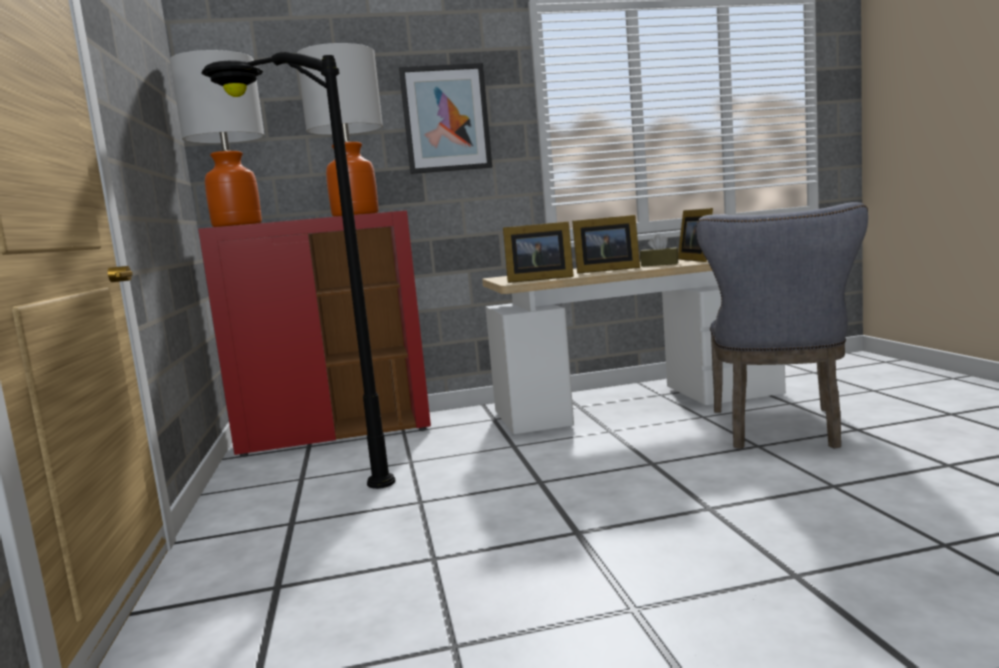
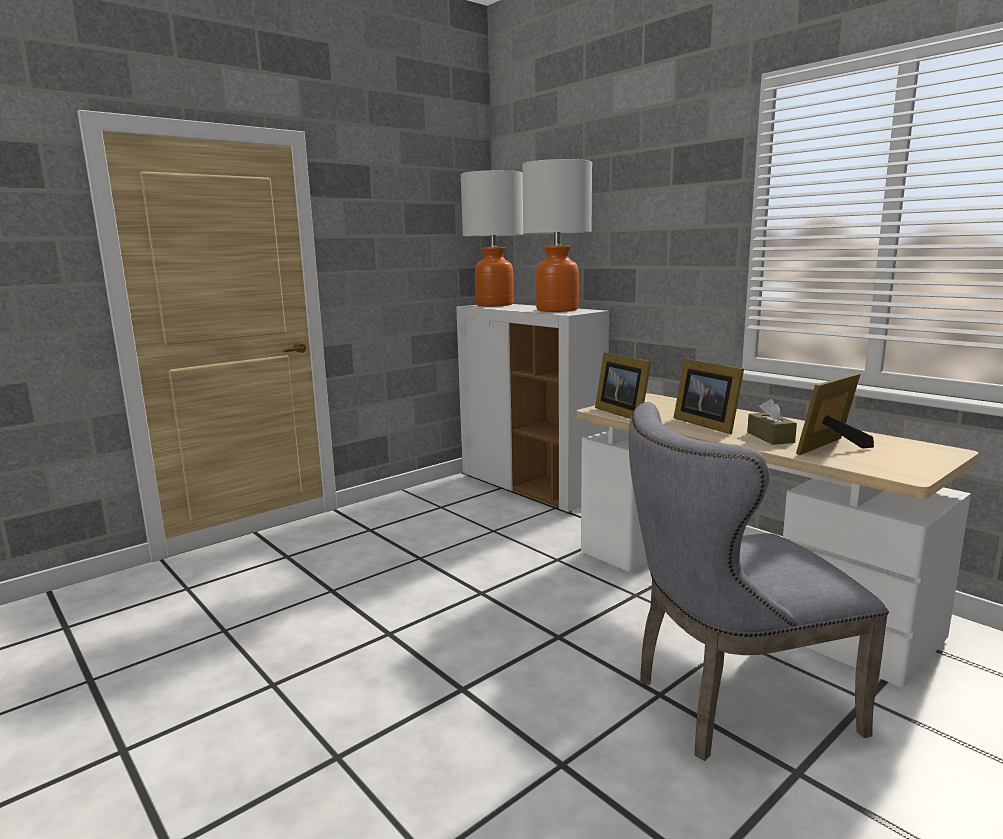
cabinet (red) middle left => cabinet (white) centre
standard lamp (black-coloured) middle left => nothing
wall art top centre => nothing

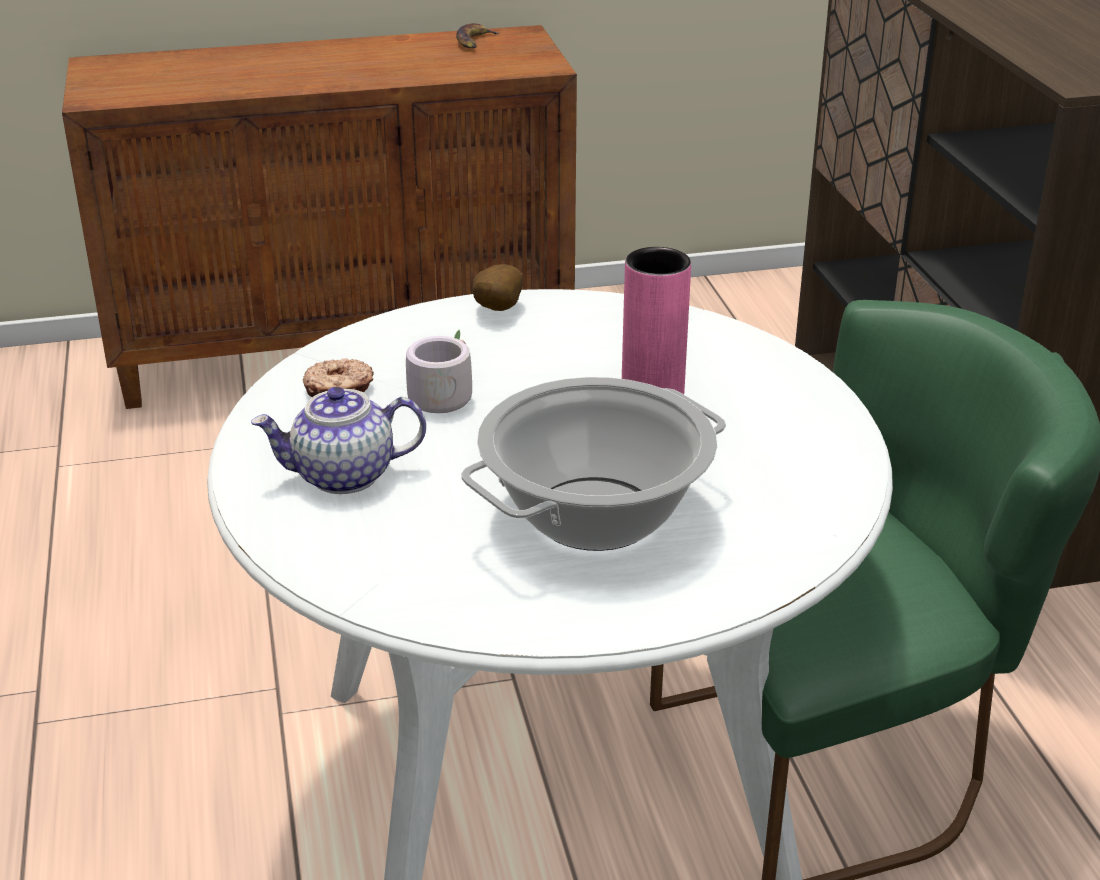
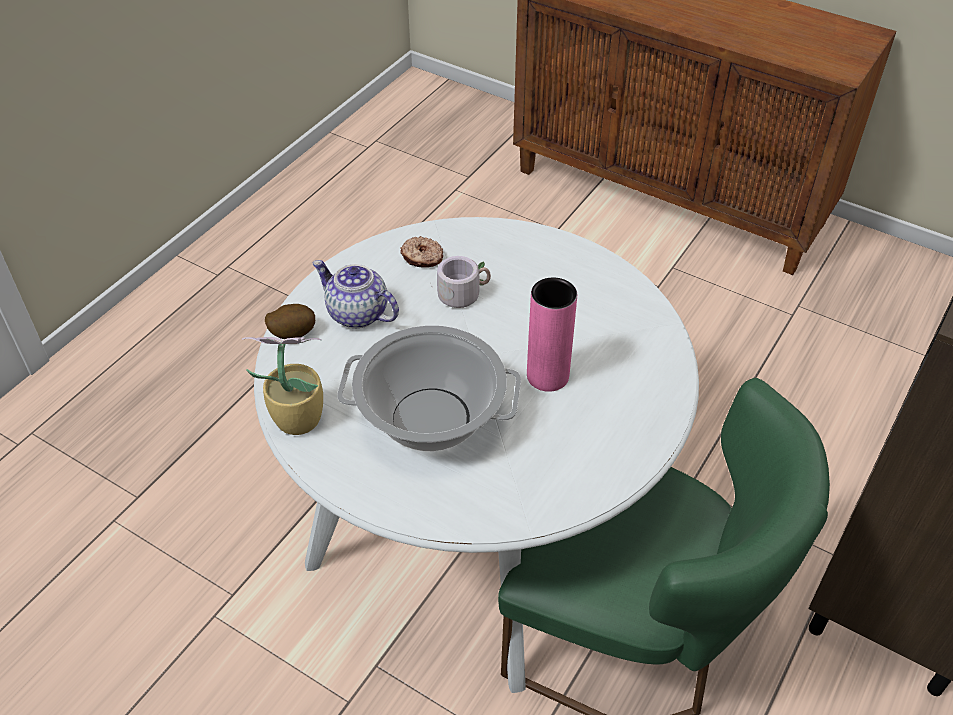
banana fruit top centre => nothing
potato top centre => potato middle left, shifted
nothing => plant in a pot middle left

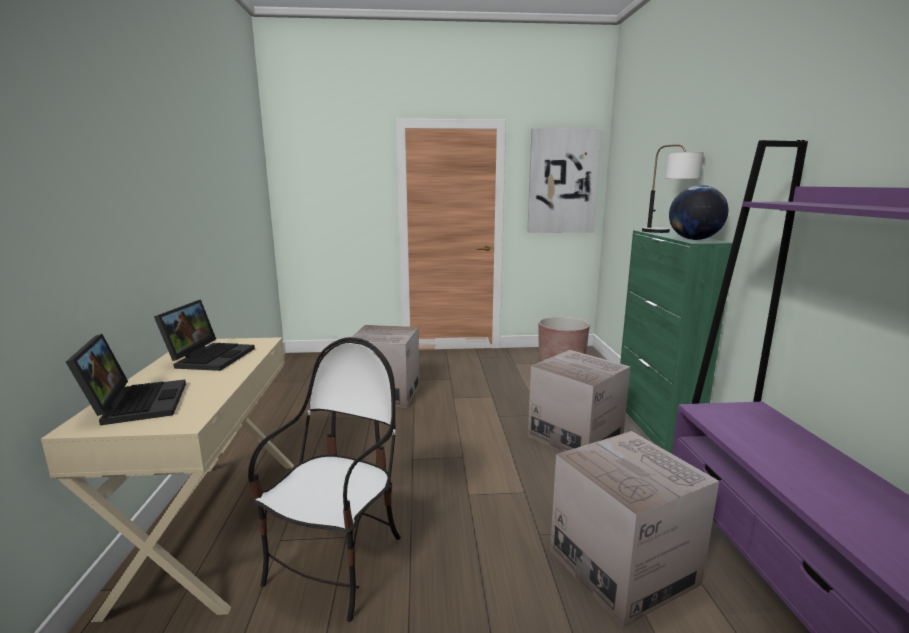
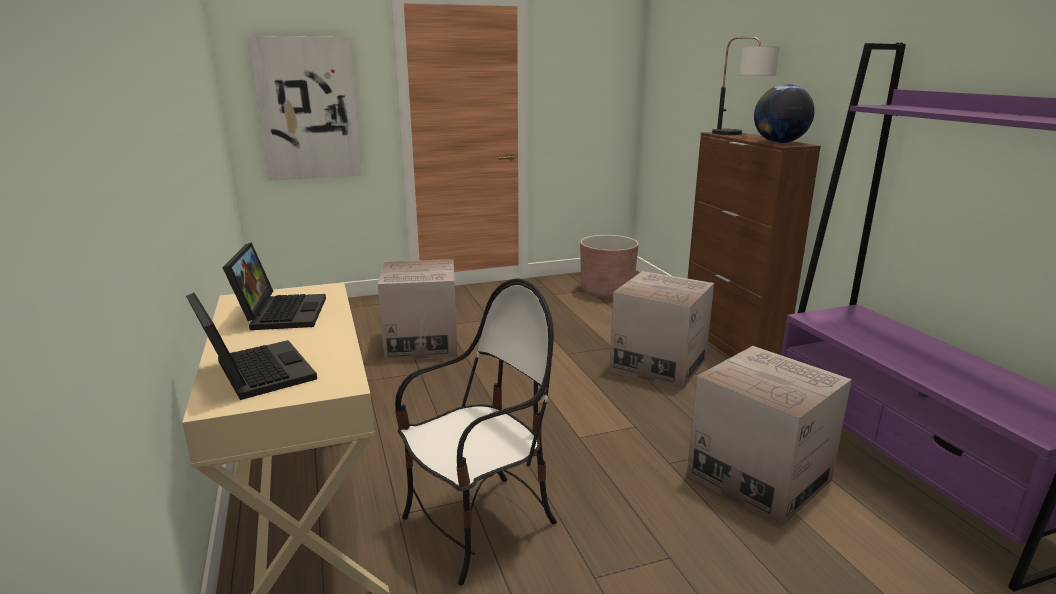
plain chair bottom centre, 45 degrees clockwise
wall art top centre => wall art top left, shifted
cabinet (green-coloured) middle right => cabinet (brown-coloured) middle right

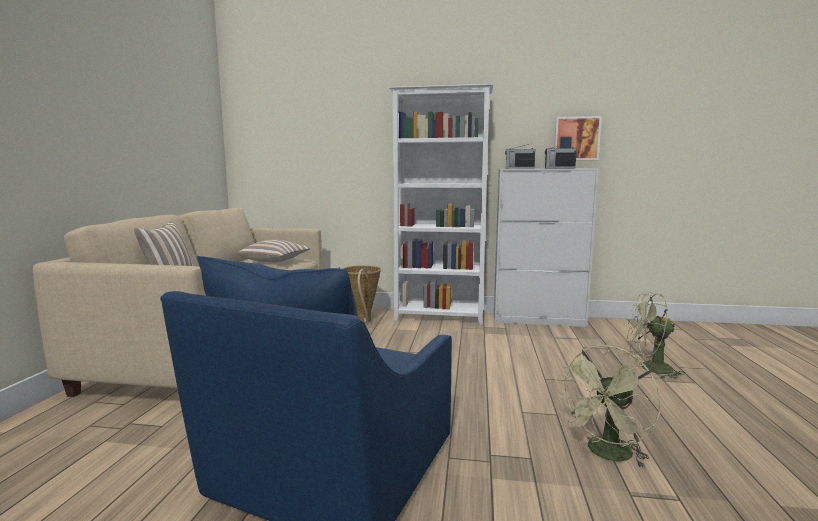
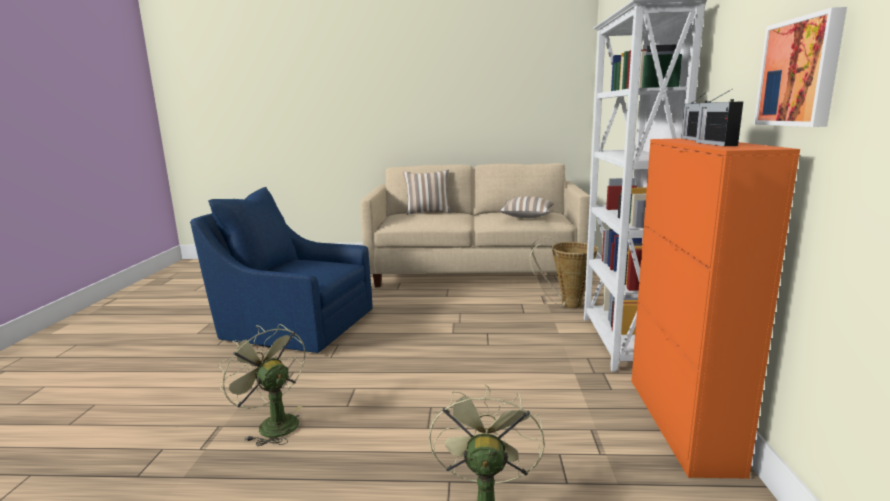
cabinet (white) middle right => cabinet (orange-coloured) middle right

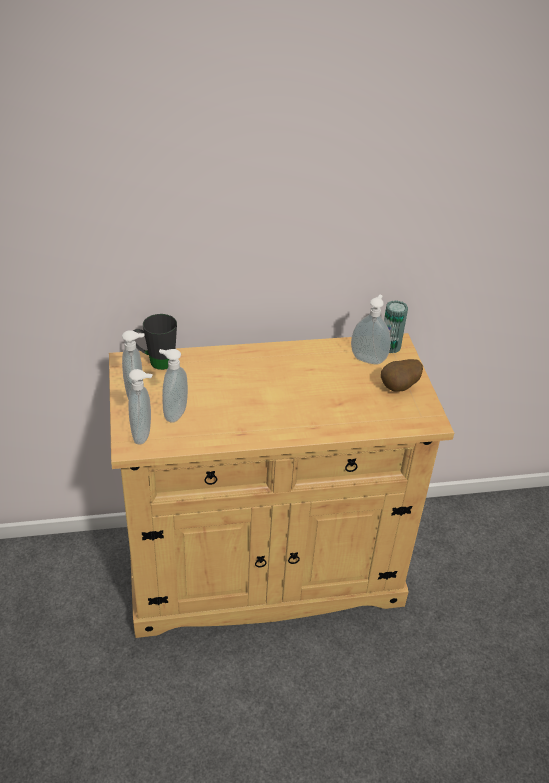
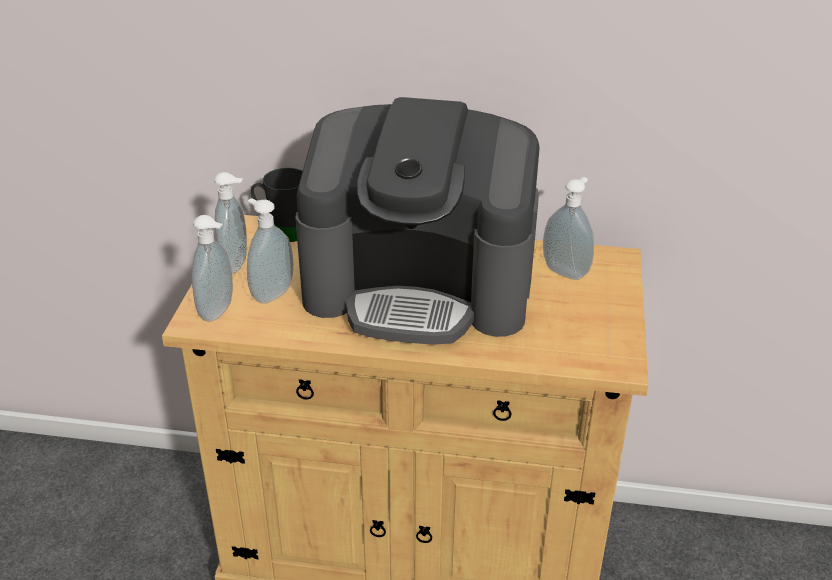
potato middle right => nothing
sealed can middle right => nothing
nothing => coffee machine centre

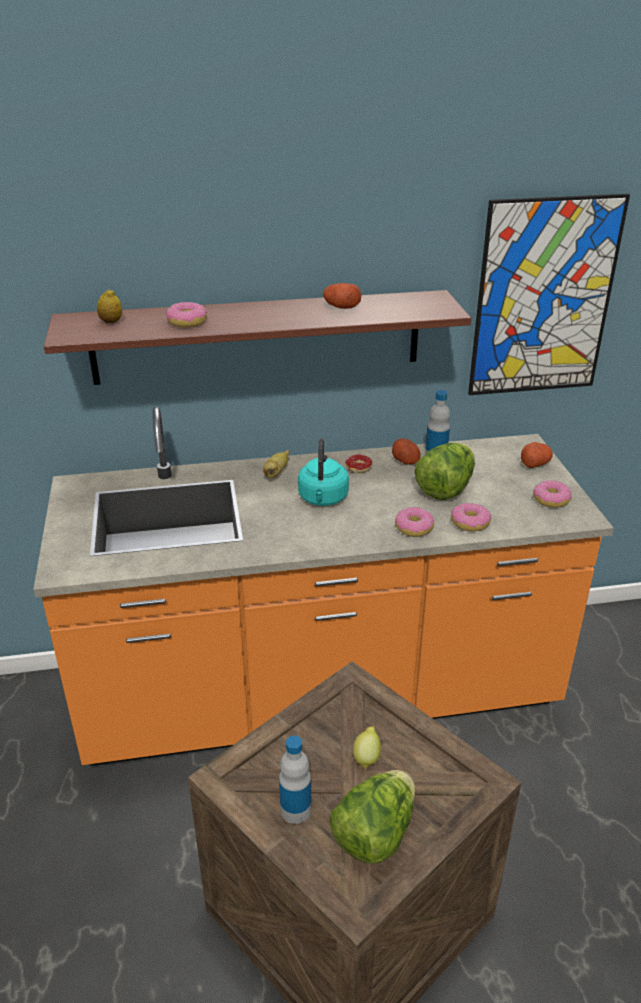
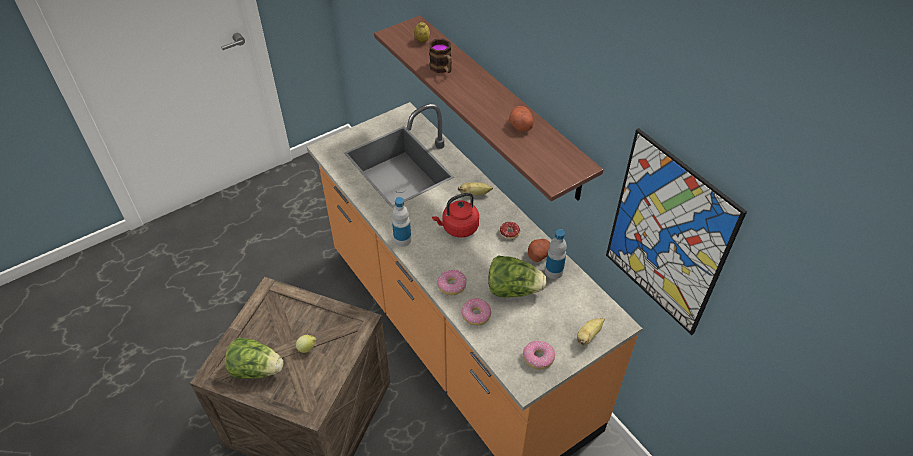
donut (no. 1 from left) top left => mug top centre
drink bottle (no. 1 from left) bottom centre => drink bottle (no. 1 from left) centre, shifted
tea kettle (blue-green) centre => tea kettle (red) centre
potato (no. 3 from left) middle right => banana fruit (no. 2 from left) bottom centre

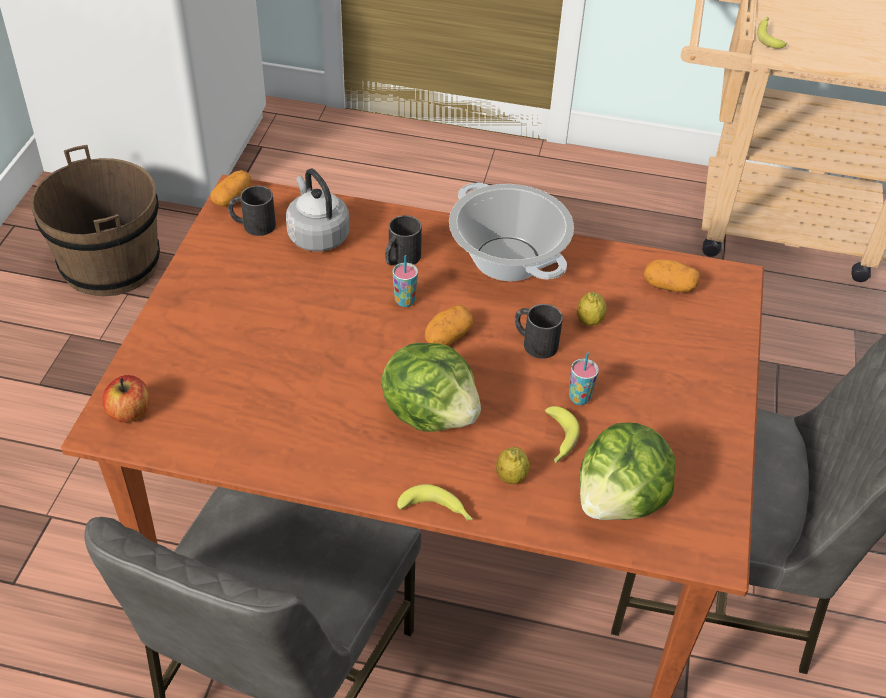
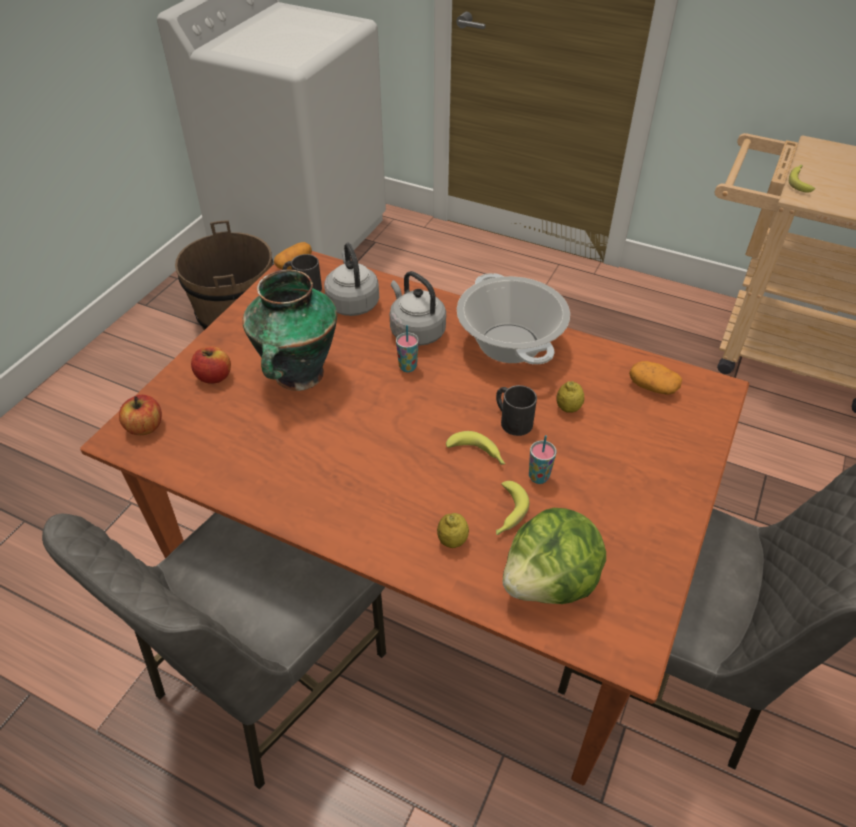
head of lettuce (no. 1 from left) centre => nothing
mug (black-coloured) (no. 2 from left) centre => tea kettle (grey) (no. 2 from left) centre
banana fruit (no. 1 from left) bottom centre => banana fruit (no. 1 from left) centre, shifted
potato (no. 2 from left) centre => nothing
nothing => apple (no. 2 from left) middle left
nothing => flower vase centre

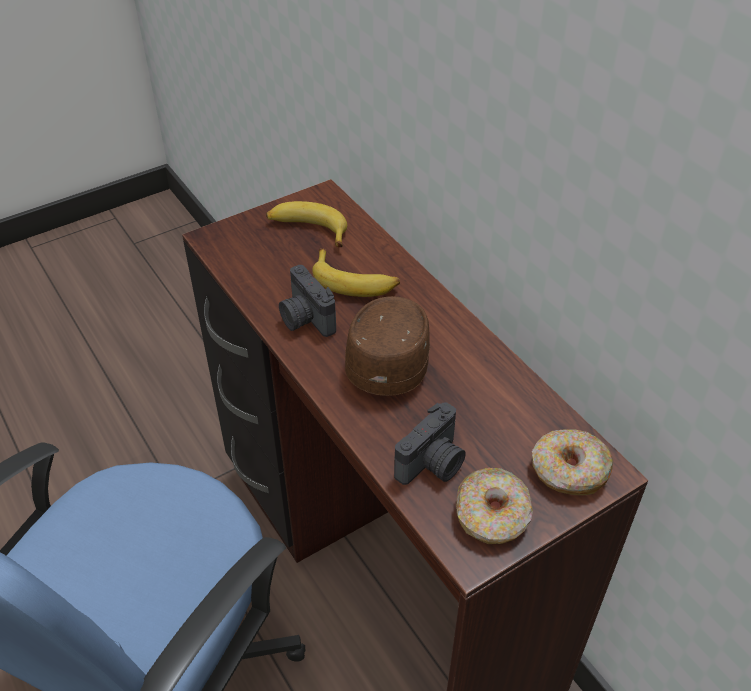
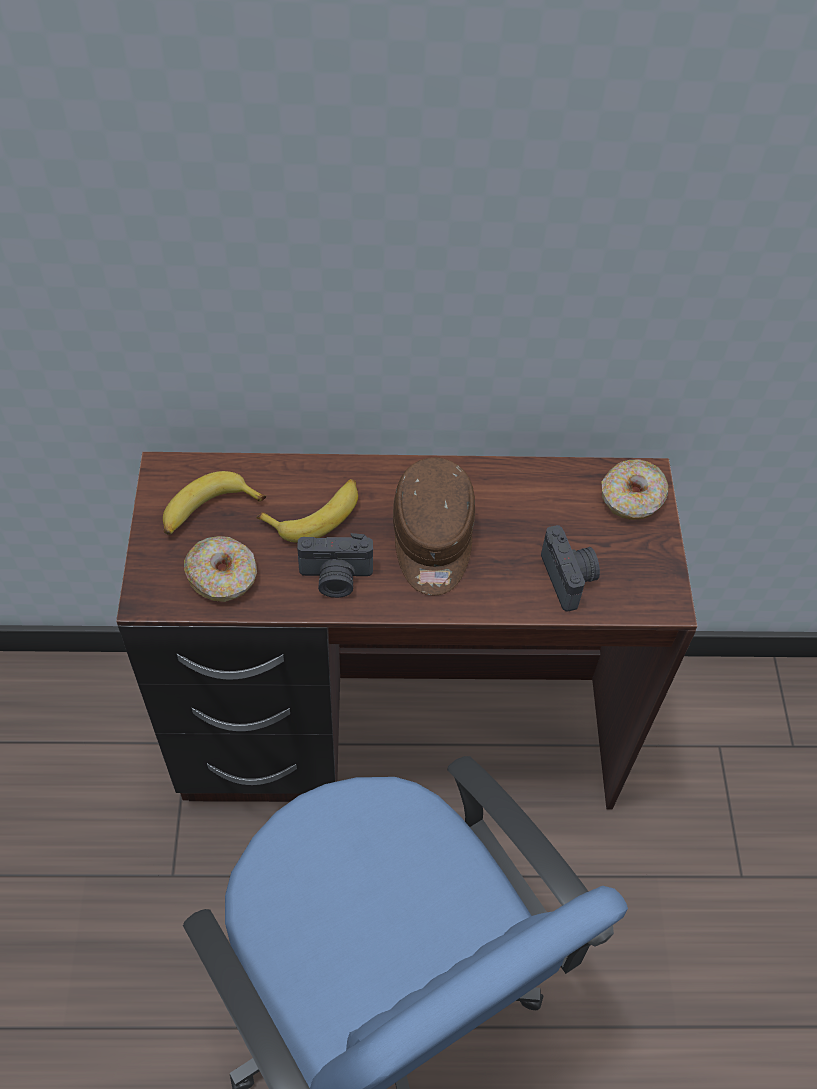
baseball cap (brown-coloured) centre, 135 degrees counterclockwise
donut (no. 1 from left) bottom centre => donut (no. 1 from left) middle left, shifted

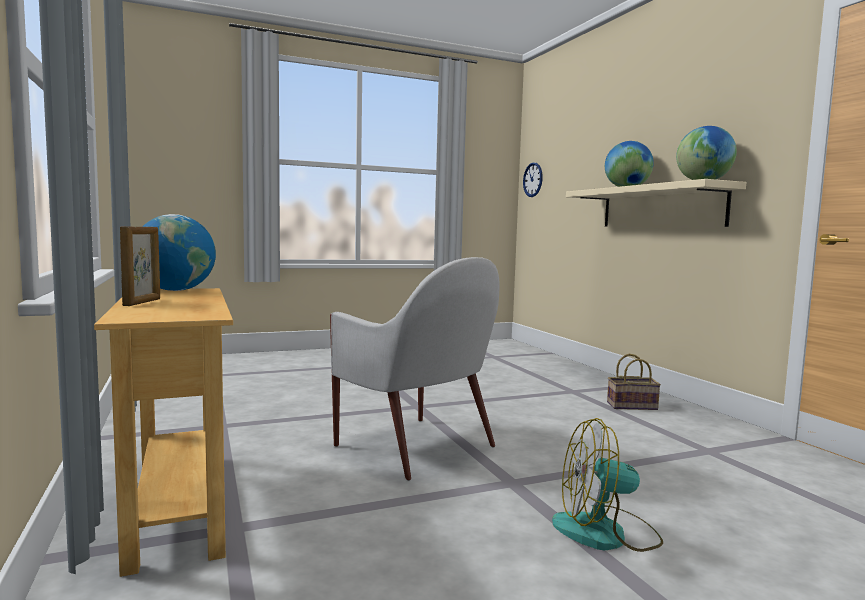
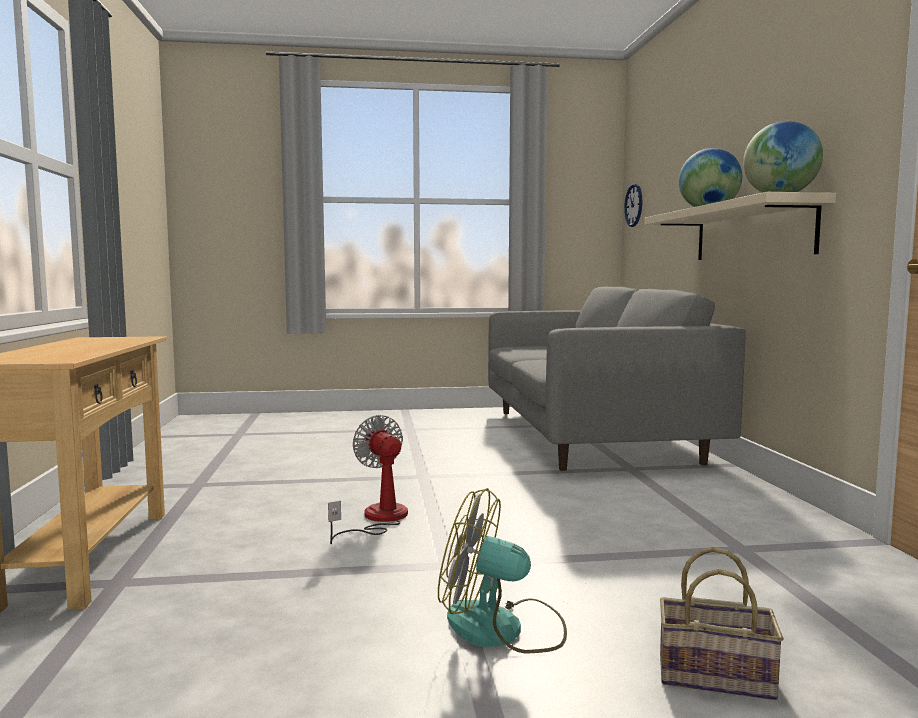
photo frame middle left => nothing
desk globe (no. 1 from left) middle left => nothing
armchair (white) centre => cooling fan (no. 1 from left) bottom centre
household basket middle right => household basket bottom right, shifted
nothing => couch (grey) middle right

